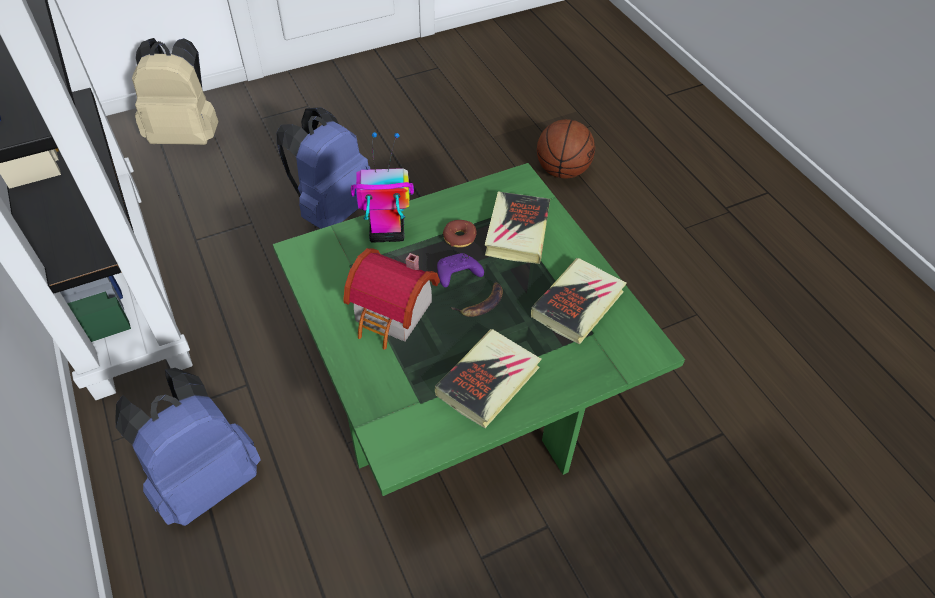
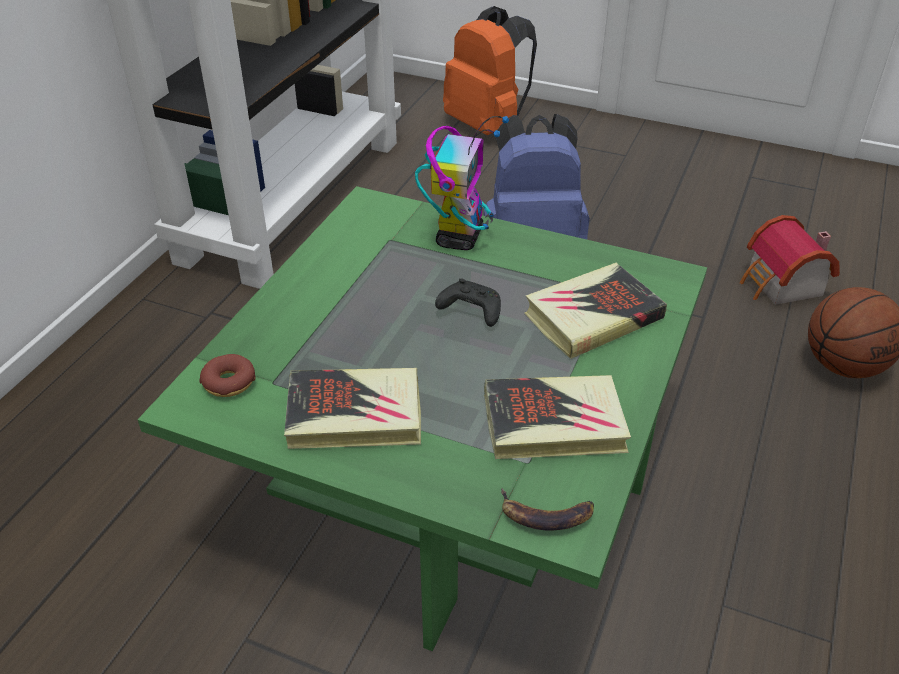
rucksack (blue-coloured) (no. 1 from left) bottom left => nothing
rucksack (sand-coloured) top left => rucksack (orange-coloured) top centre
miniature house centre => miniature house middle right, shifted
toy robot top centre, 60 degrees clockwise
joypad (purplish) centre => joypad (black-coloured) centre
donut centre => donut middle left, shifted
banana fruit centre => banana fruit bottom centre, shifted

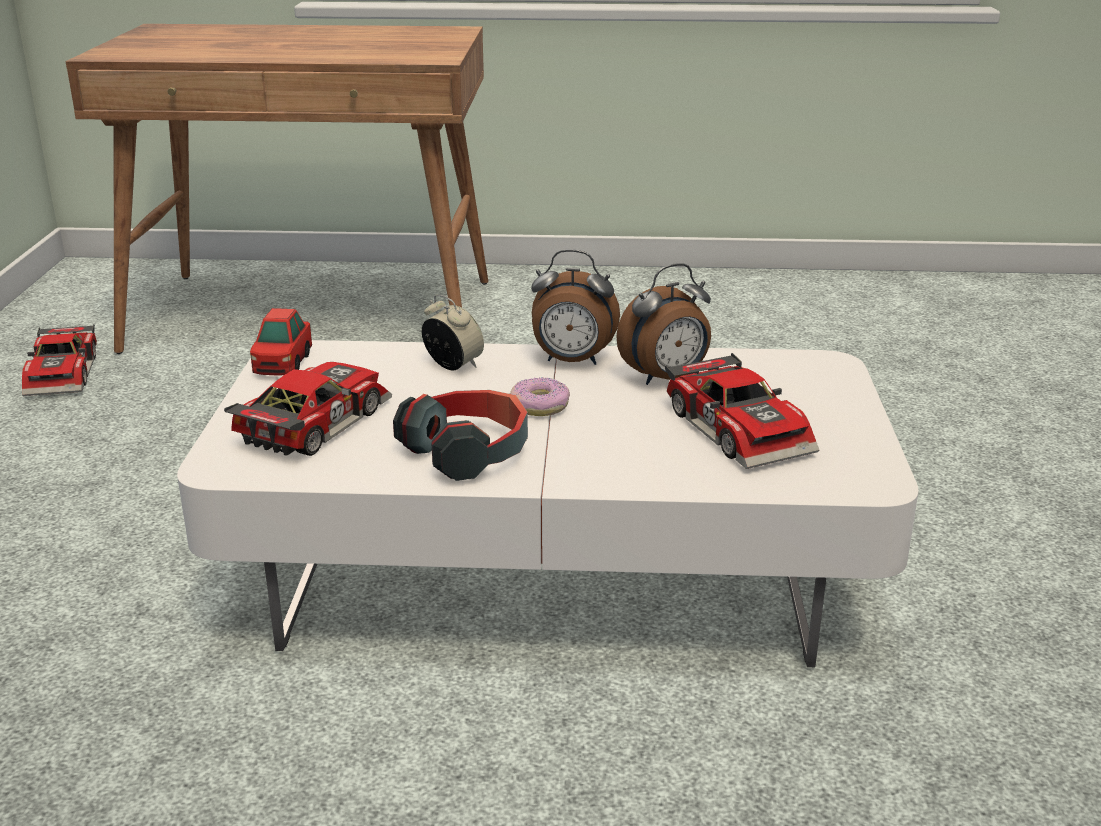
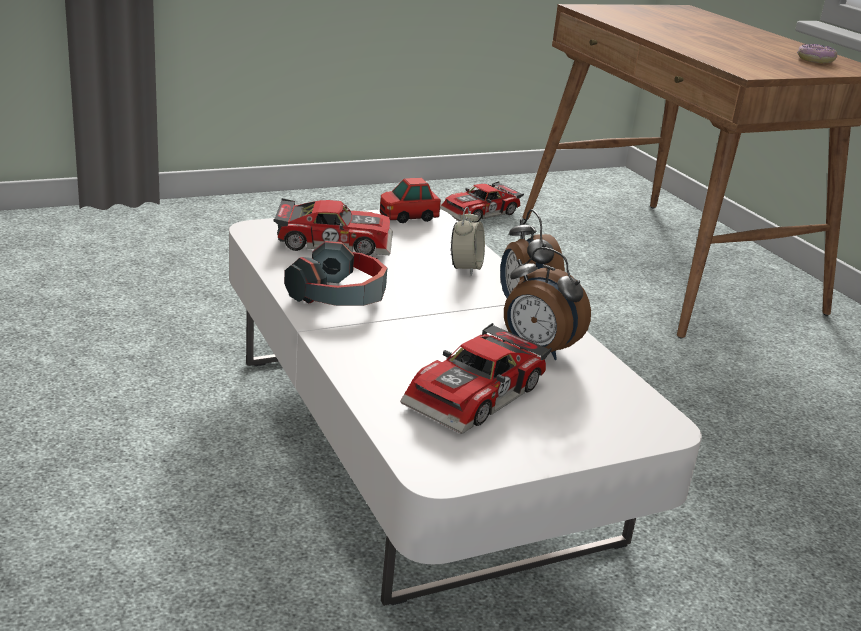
donut centre => donut top right, shifted

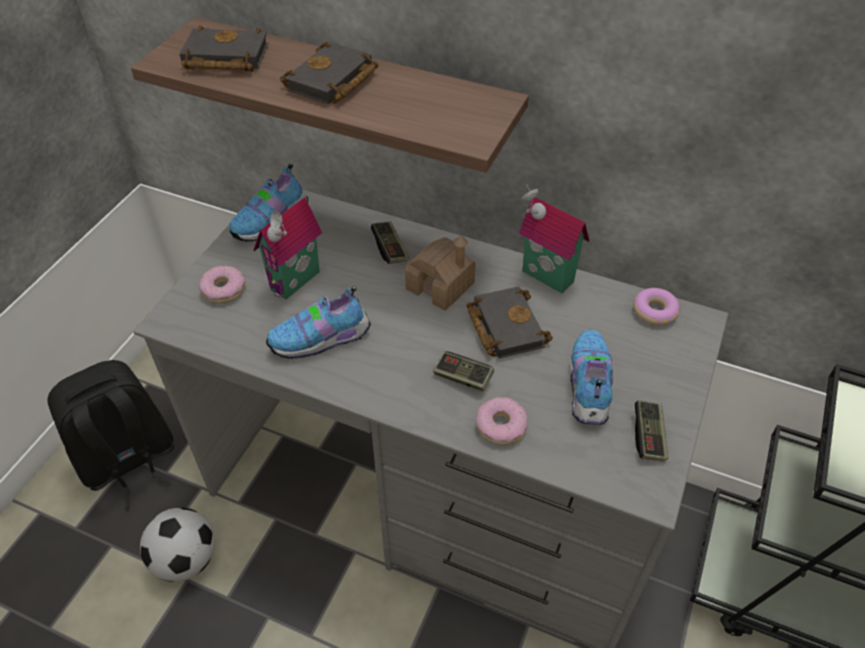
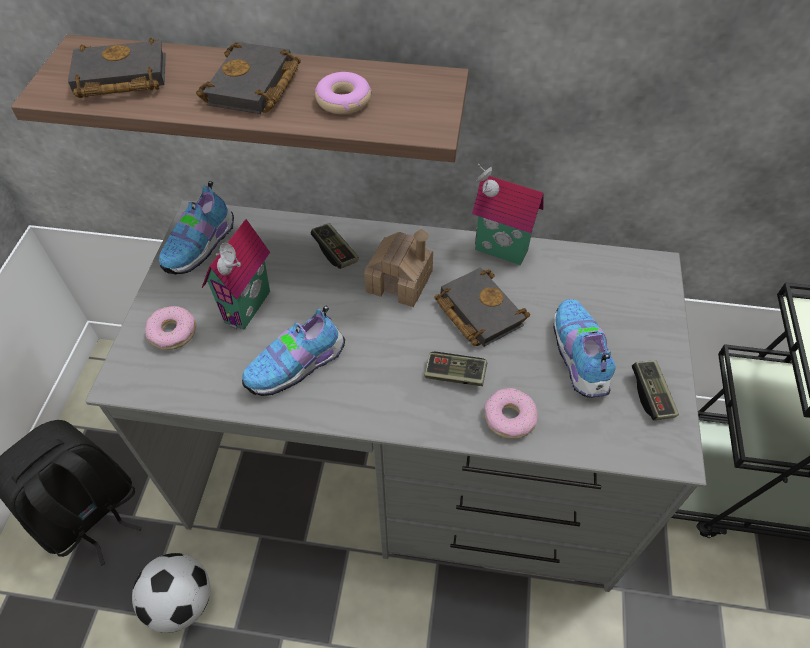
donut (no. 3 from left in the first image) middle right => donut (no. 2 from left) top centre, shifted

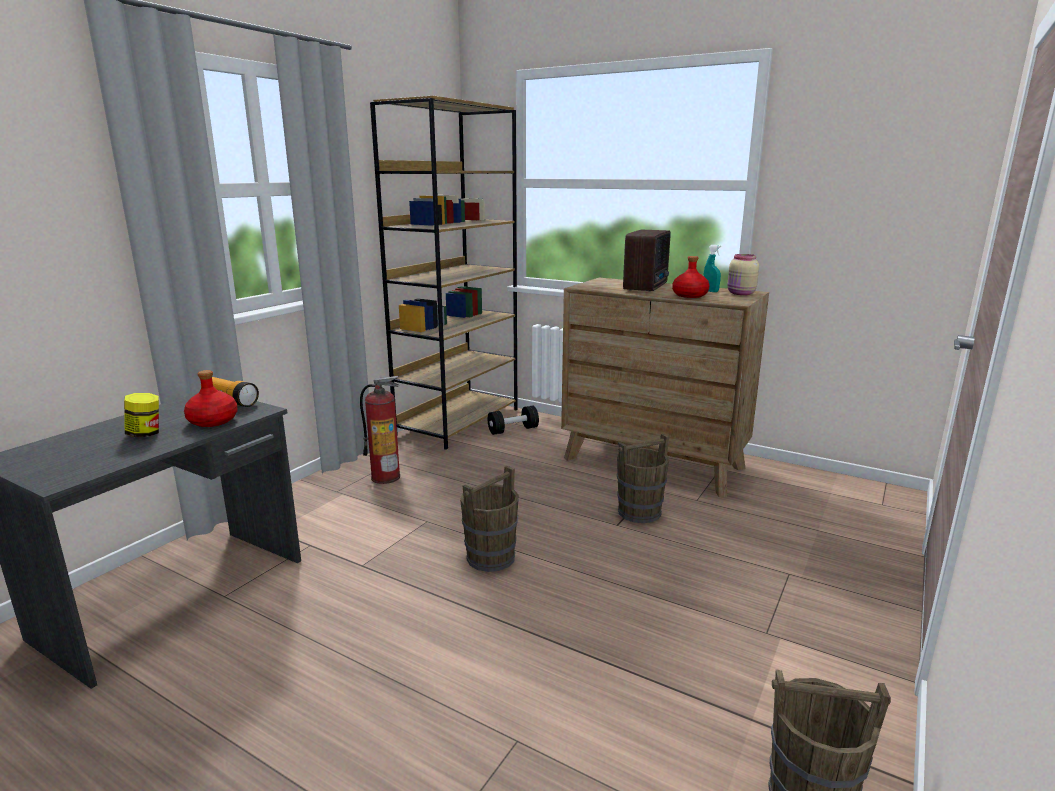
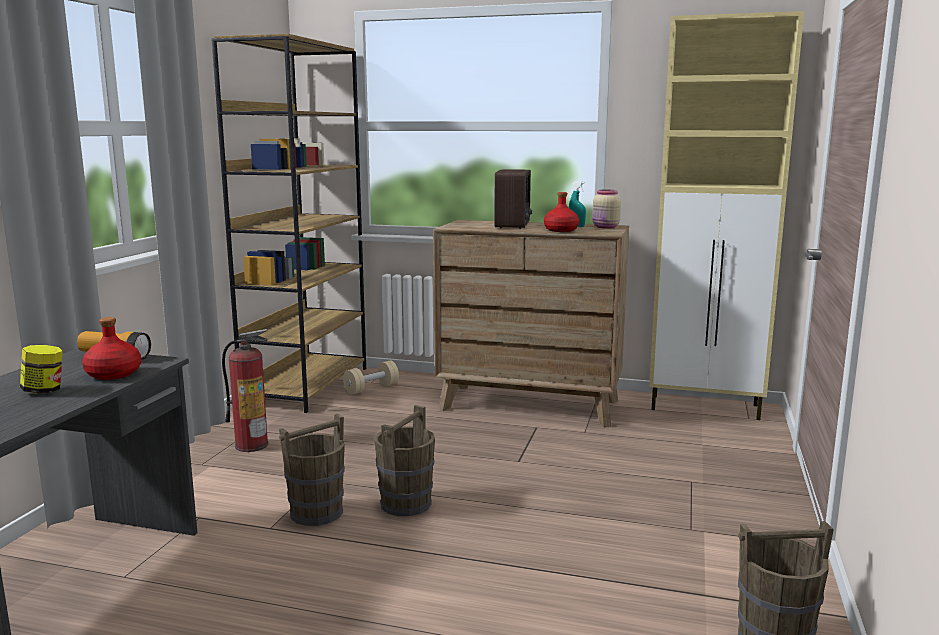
free weight (black-coloured) centre => free weight (sand-coloured) centre
pail (brown-coloured) (no. 2 from left in the first image) centre => pail (brown-coloured) (no. 1 from left) bottom left, shifted
nothing => cabinet (sand-coloured) middle right

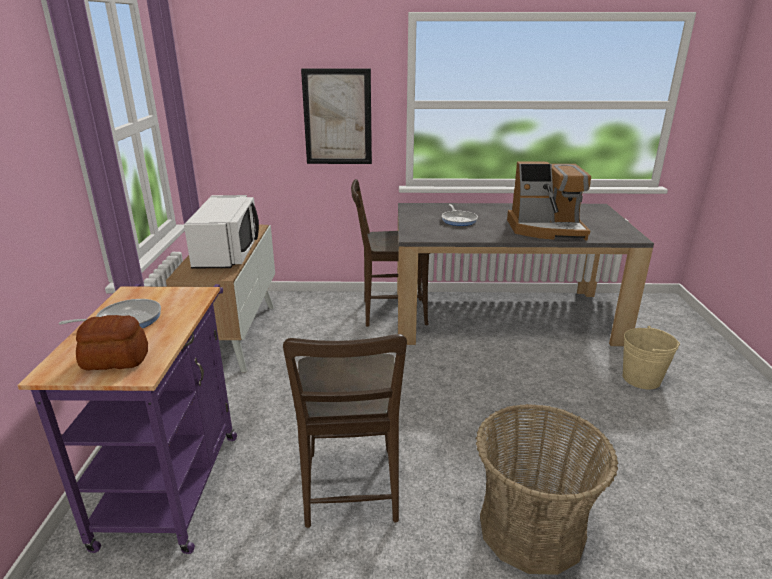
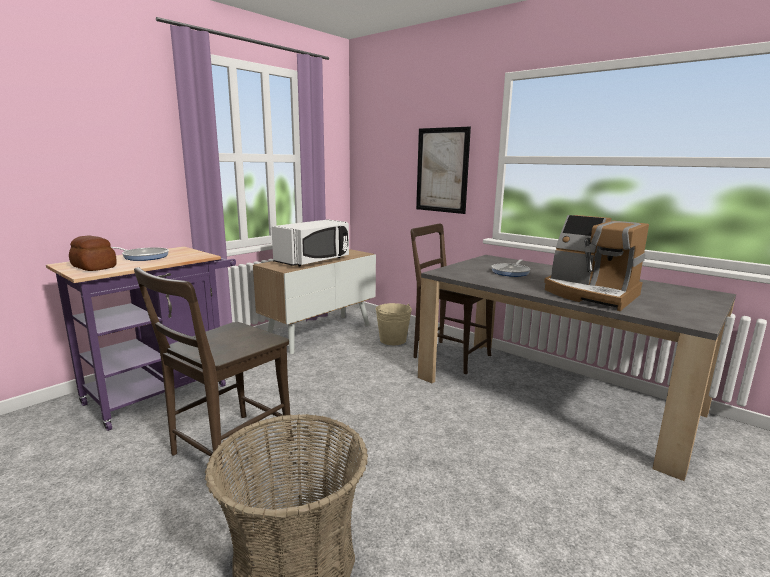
pail (sand-coloured) middle right => pail (sand-coloured) centre, shifted

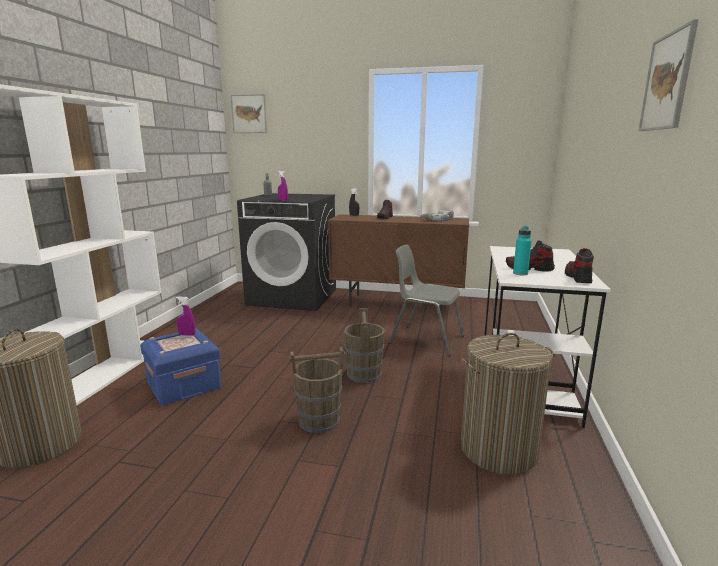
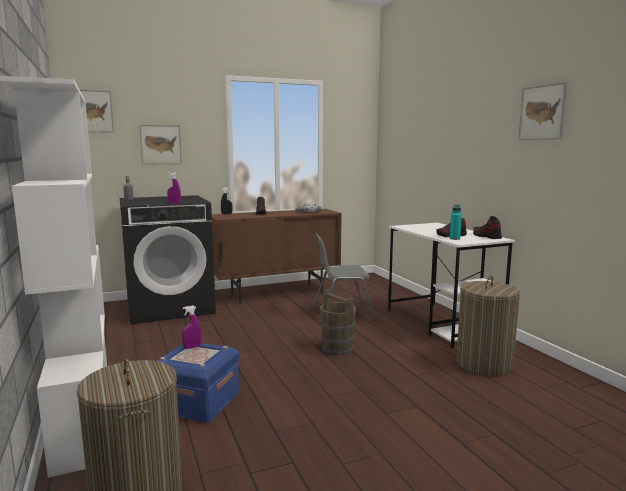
pail (brown-coloured) (no. 1 from left) bottom centre => nothing
nothing => wall art (no. 2 from left) top left

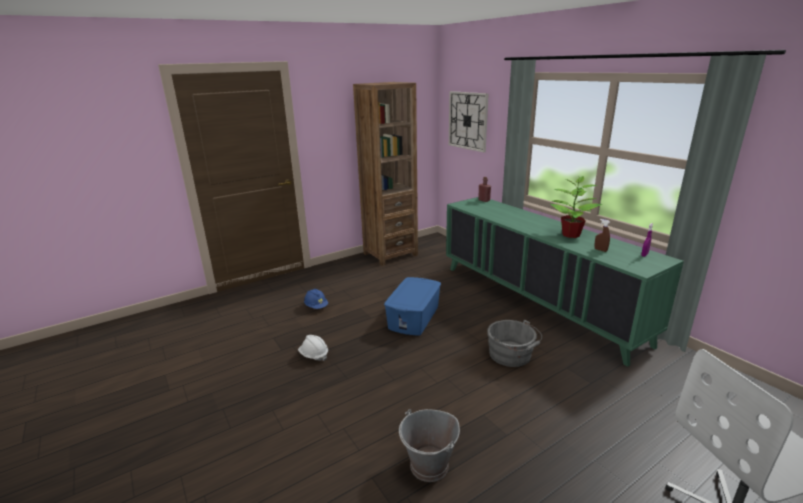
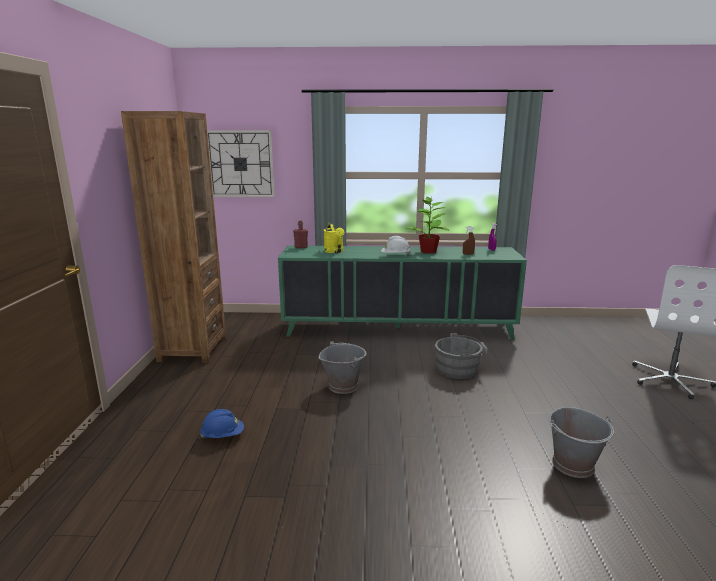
hard hat (white) bottom centre => hard hat (white) centre, shifted
storage box (blue-coloured) centre => pail (grey) (no. 1 from left) centre
nothing => watering pot (yellowish) centre

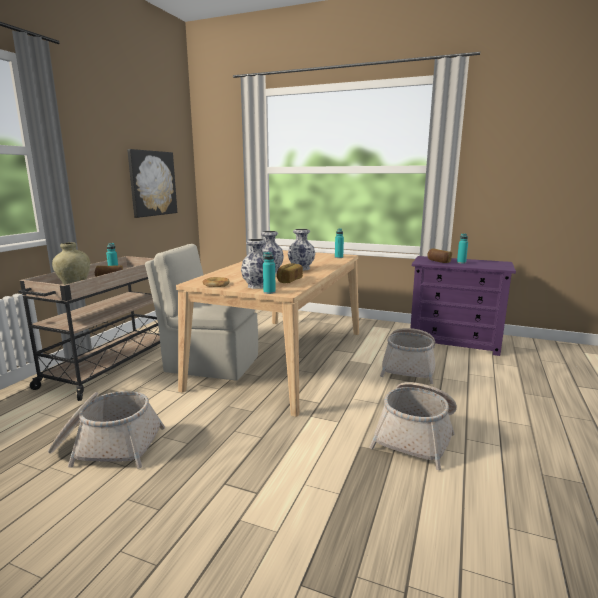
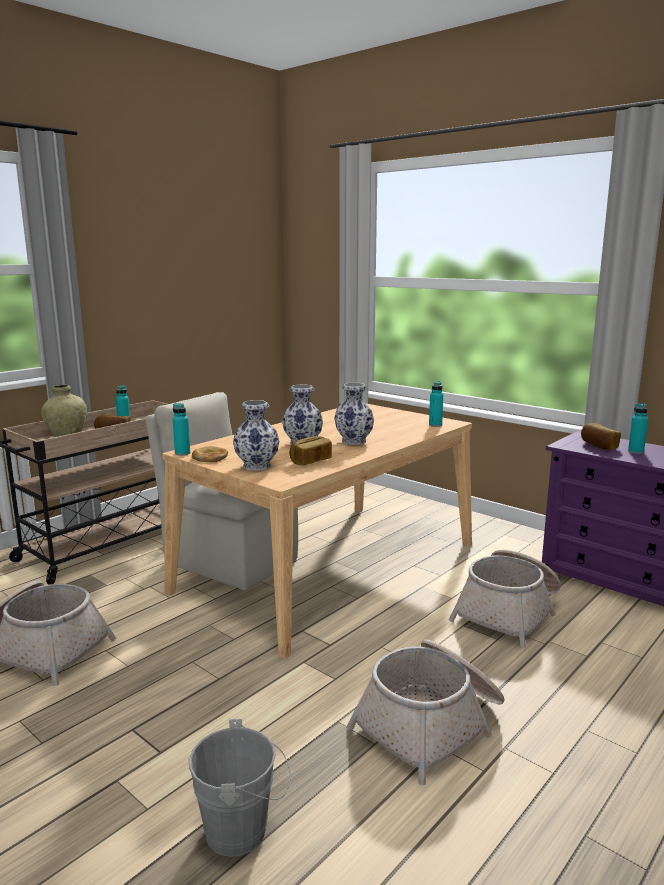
wall art top left => nothing
drink bottle (blue-green) (no. 2 from left) centre => drink bottle (blue-green) (no. 2 from left) middle left, shifted
nothing => pail (grey) bottom centre

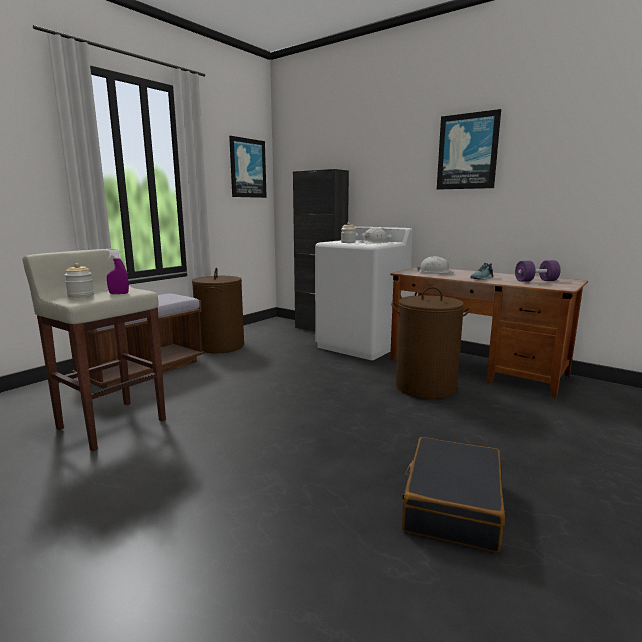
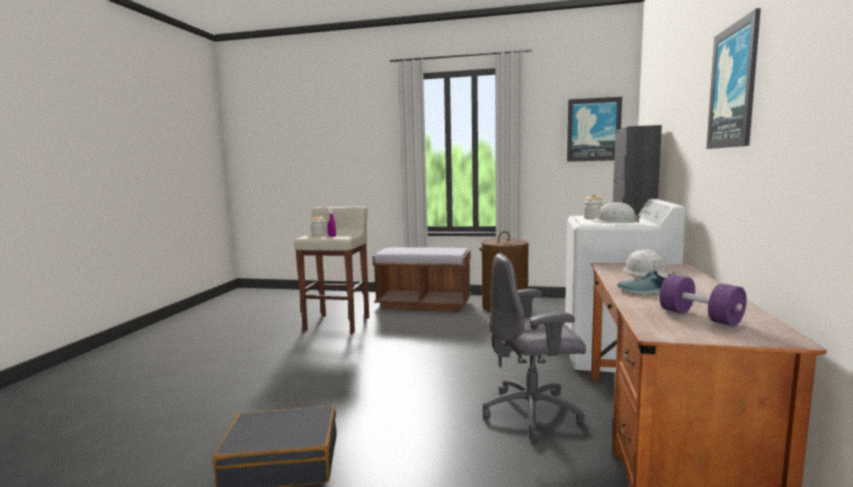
laundry basket (brown-coloured) (no. 2 from left) middle right => office chair (grey) bottom centre

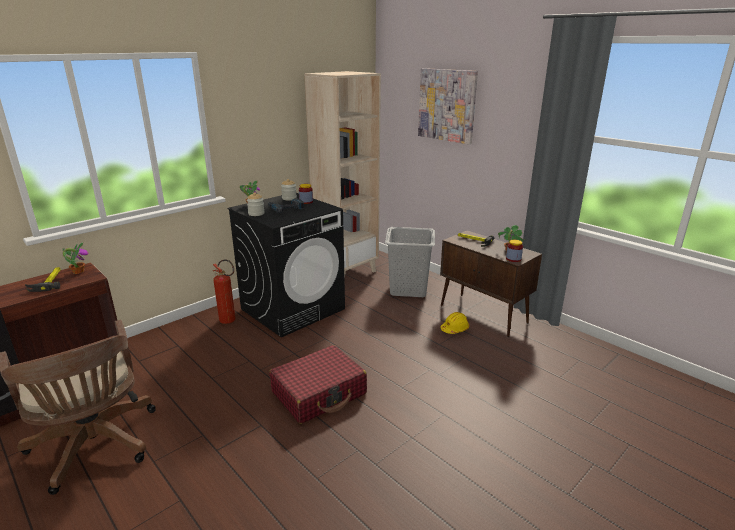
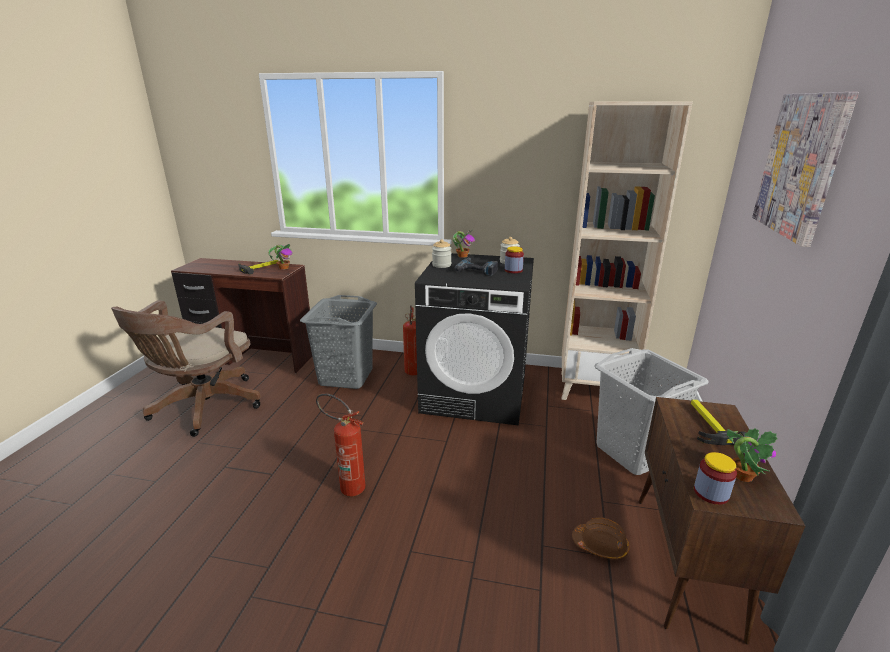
piece of luggage (red) bottom centre => fire-fighting cylinder (no. 1 from left) bottom centre
hard hat (yellowish) centre => hard hat (brown-coloured) bottom right
nothing => laundry basket (grey) (no. 1 from left) centre

